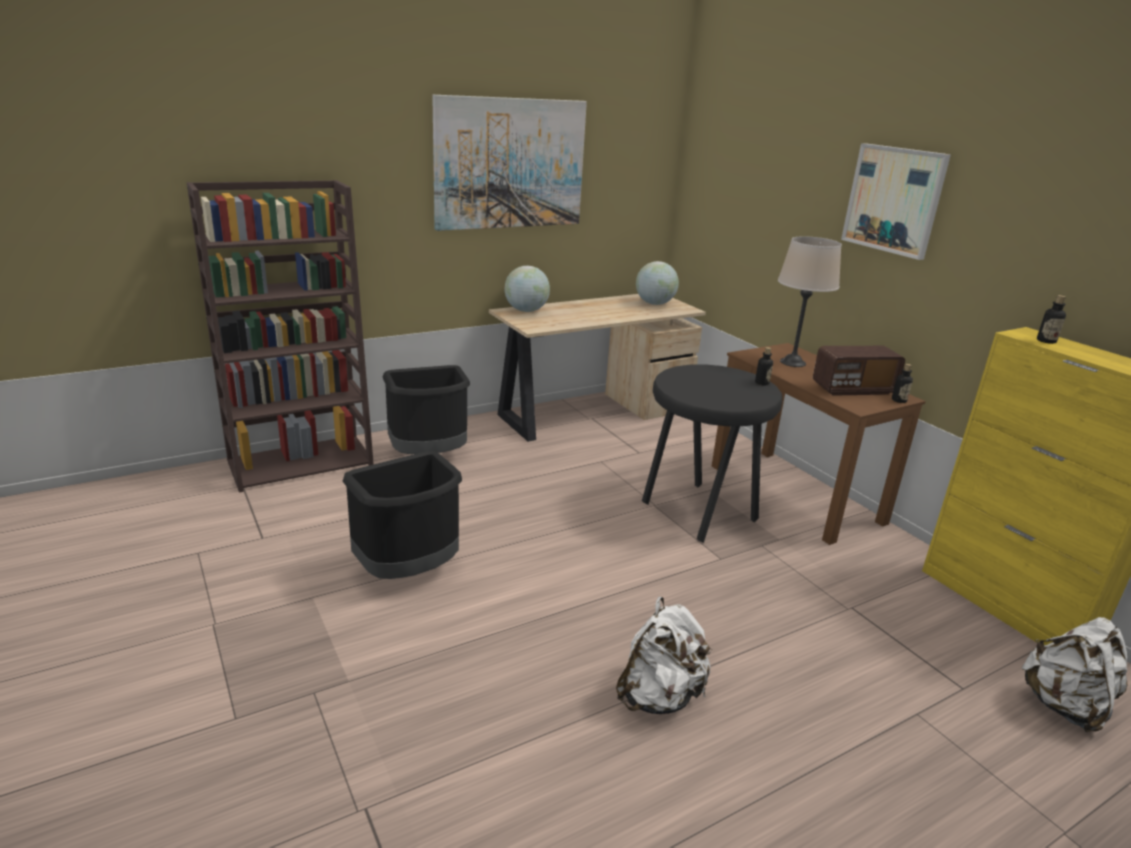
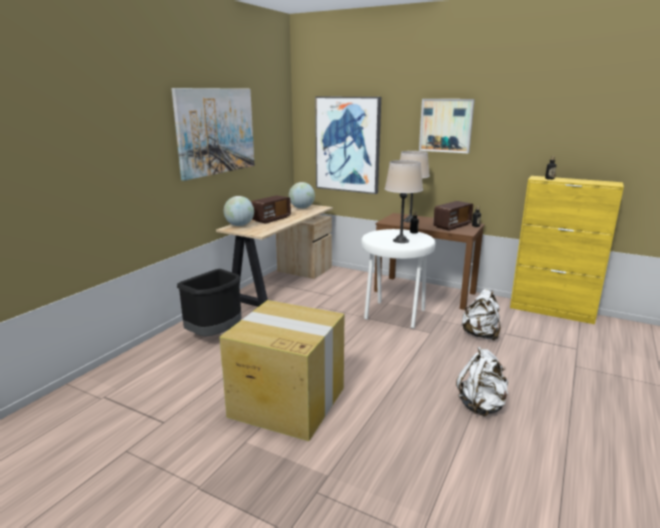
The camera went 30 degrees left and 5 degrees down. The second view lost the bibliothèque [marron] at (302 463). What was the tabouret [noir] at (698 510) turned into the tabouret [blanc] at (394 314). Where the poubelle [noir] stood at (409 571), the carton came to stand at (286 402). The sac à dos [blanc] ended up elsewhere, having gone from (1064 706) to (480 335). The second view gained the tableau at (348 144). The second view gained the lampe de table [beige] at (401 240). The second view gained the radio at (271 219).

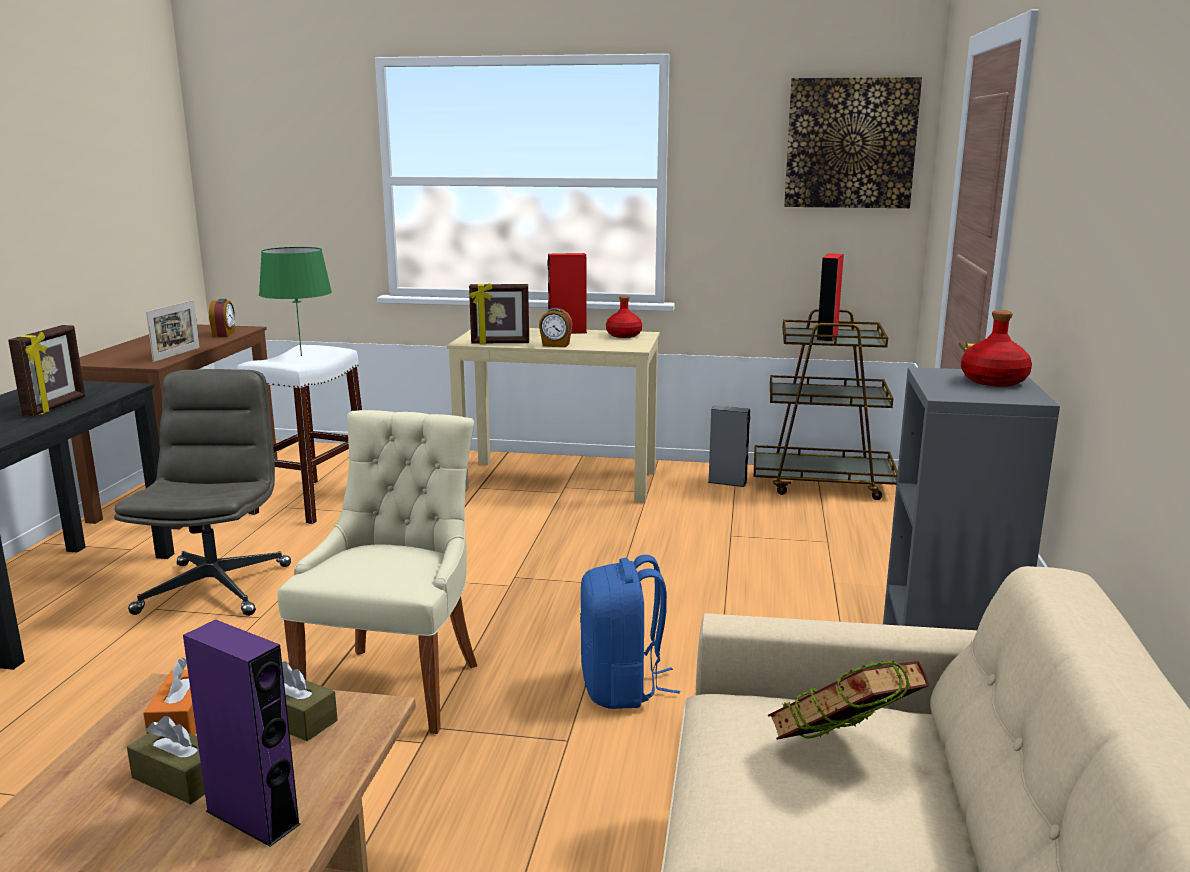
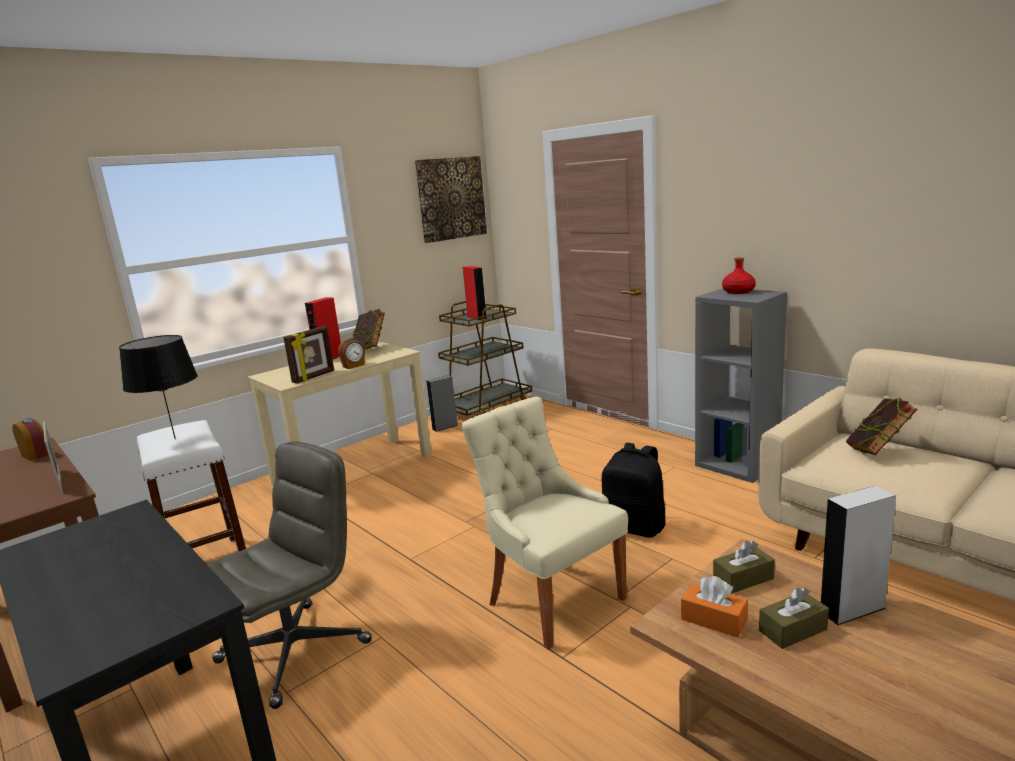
The camera went 50 degrees left and 0 degrees up. What was the lampe de table [vert] at (301 355) turned into the lampe de table [noir] at (174 439). Where the bouteille [rouge] stood at (624 335), the livre came to stand at (370 349). The second view lost the cadre photo at (56 407). The chaise de bureau [gris] at (215 588) ended up facing another way, 90 degrees clockwise from before. What was the sac à dos [bleu] at (622 688) turned into the sac à dos [noir] at (635 527). What was the enceinte [violet] at (253 817) turned into the enceinte [gris] at (852 609).

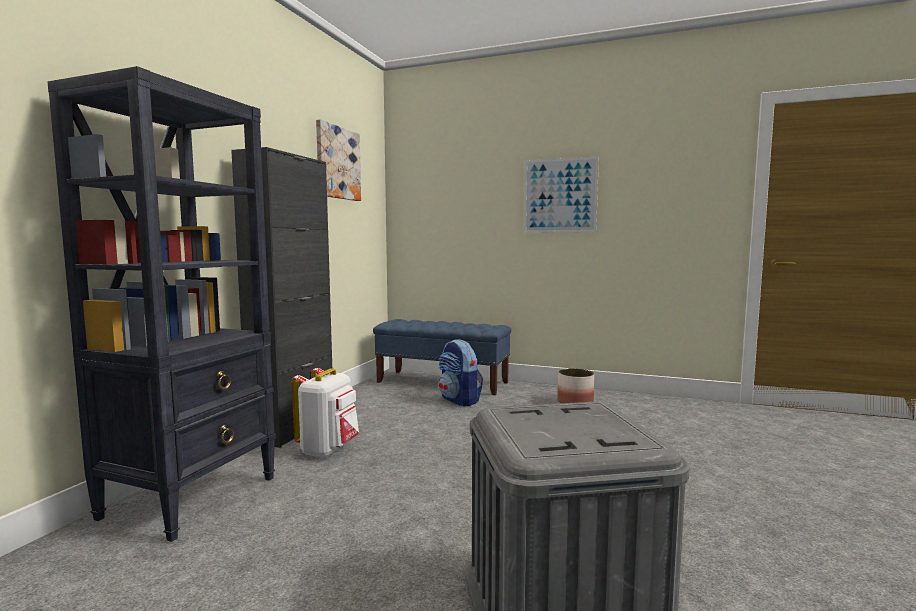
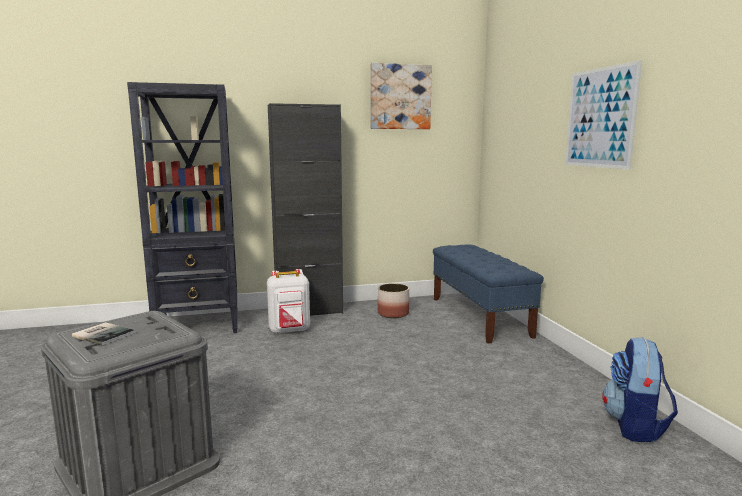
The camera went 55 degrees right and 5 degrees up. The sac à dos ended up elsewhere, having gone from (460 400) to (635 426). The cache-pot ended up elsewhere, having gone from (575 402) to (393 313). The second view gained the livre at (104 334).

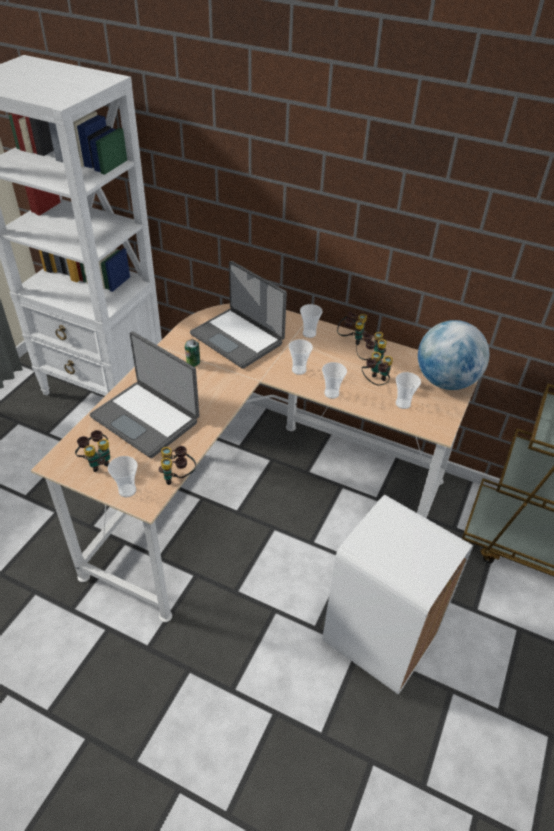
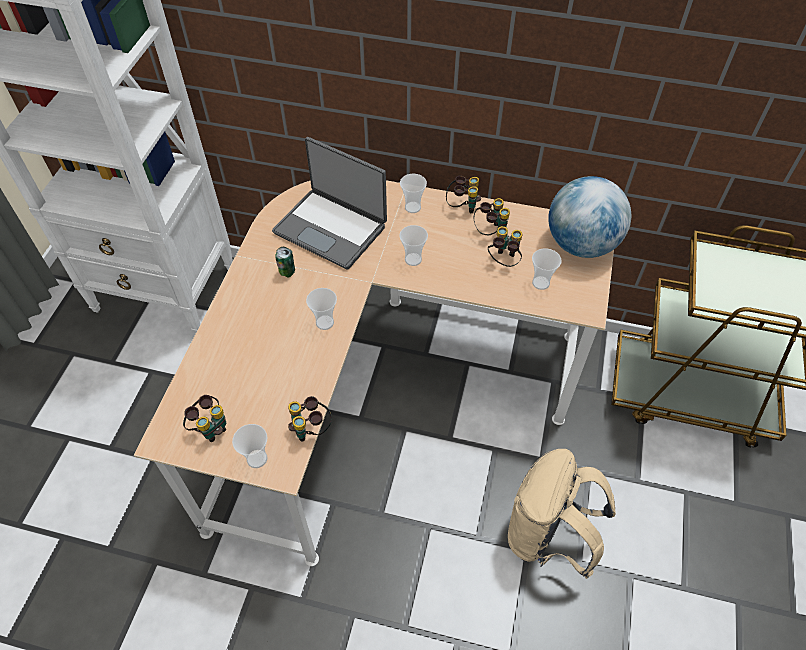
The camera went 10 degrees left and 10 degrees up. The second view lost the ordinateur portable at (146 418). The tasse ended up elsewhere, having gone from (331 393) to (324 322). Where the poubelle [blanc] stood at (379 640), the sac à dos [beige] came to stand at (547 536).

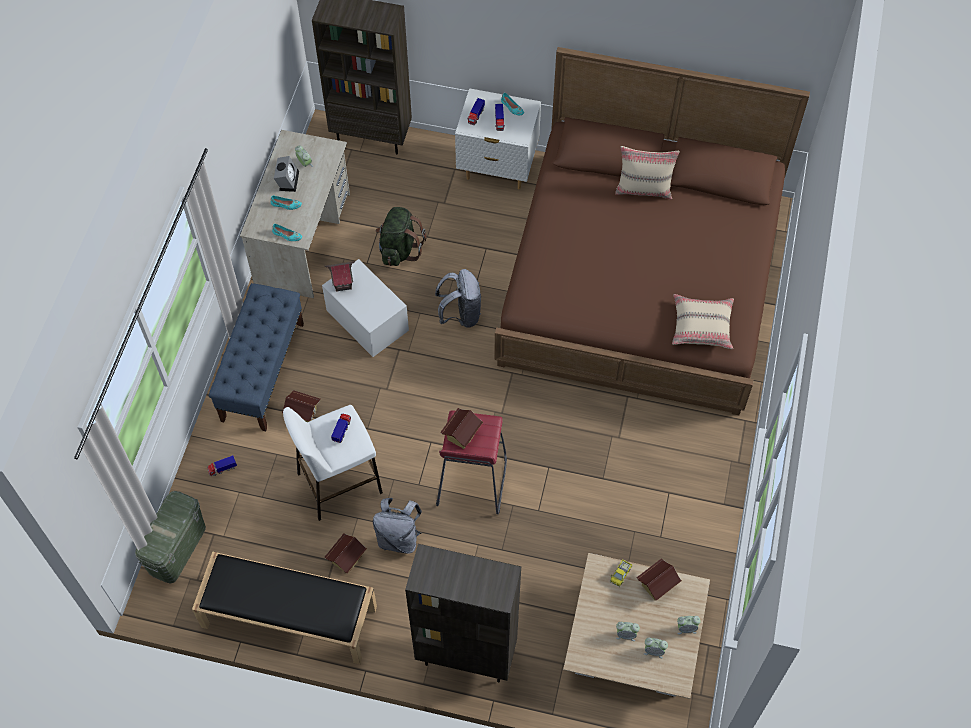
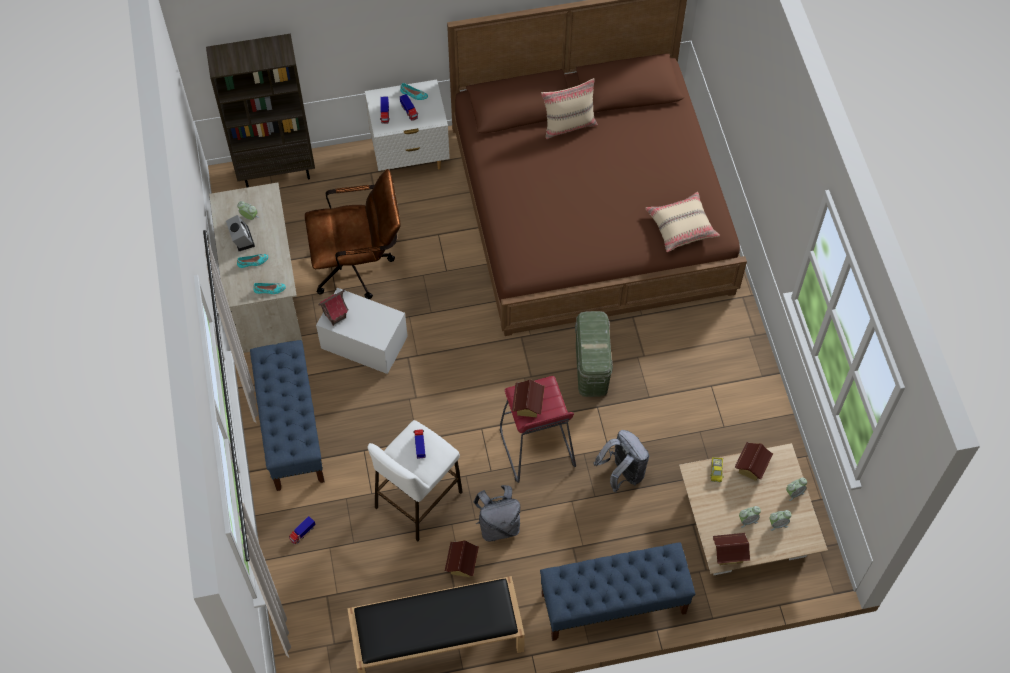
The camera went 25 degrees left and 0 degrees up. Where the sac à dos [vert] stood at (399 249), the chaise de bureau [marron] came to stand at (359 266). The sac à dos [gris] ended up elsewhere, having gone from (461 315) to (622 473). The maison miniature ended up elsewhere, having gone from (303 413) to (729 554). The boîte de rangement [vert] ended up elsewhere, having gone from (177 549) to (591 367). Where the bibliothèque [marron] stood at (465 657), the banc [bleu] came to stand at (613 603).

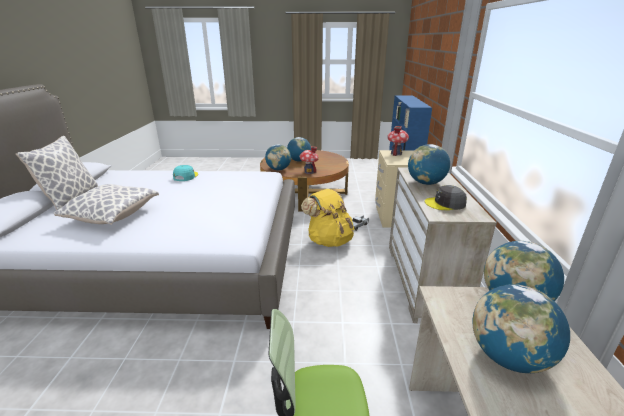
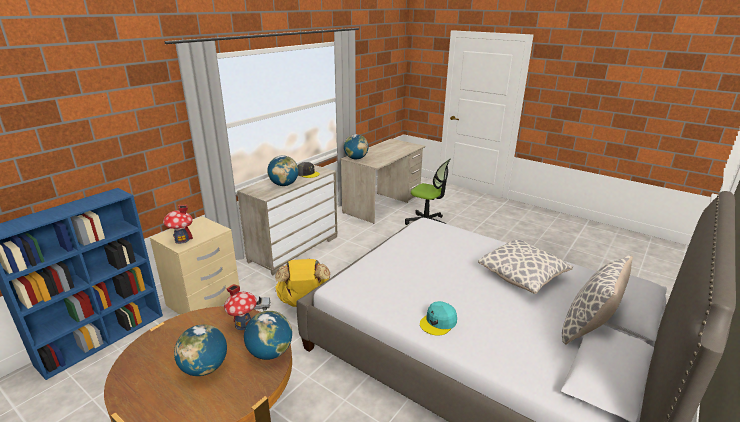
The camera went 145 degrees left and 0 degrees up. The second view lost the globe at (508 357).

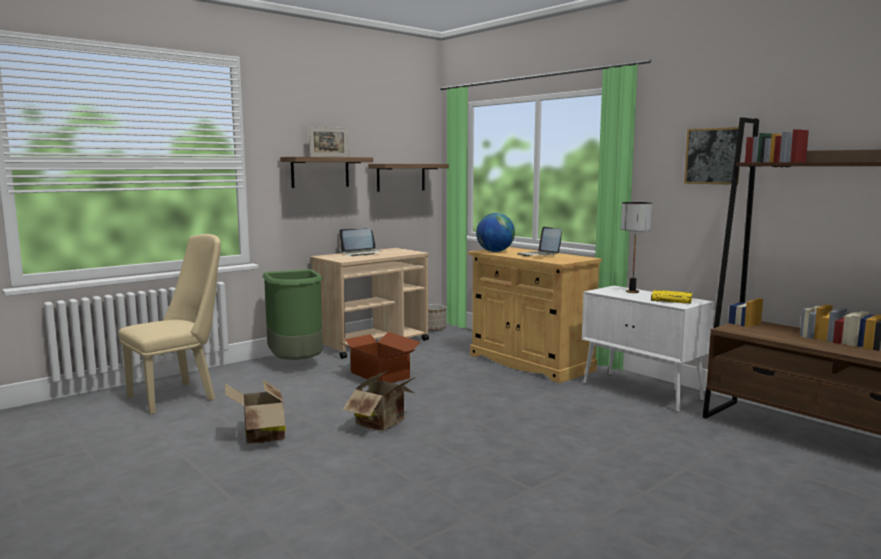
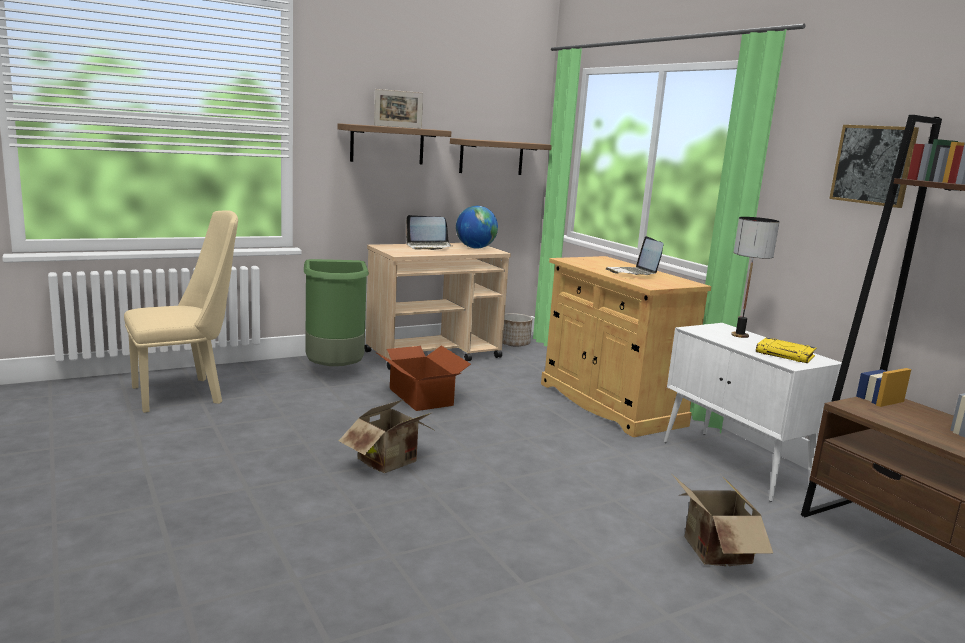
The camera went 10 degrees right and 5 degrees up. The globe ended up elsewhere, having gone from (495 252) to (475 248). The carton ended up elsewhere, having gone from (260 437) to (712 553).

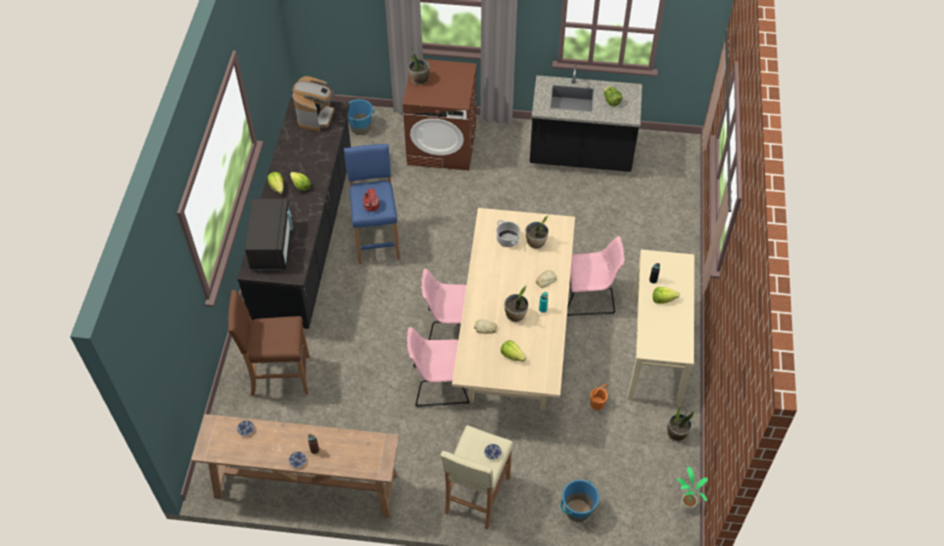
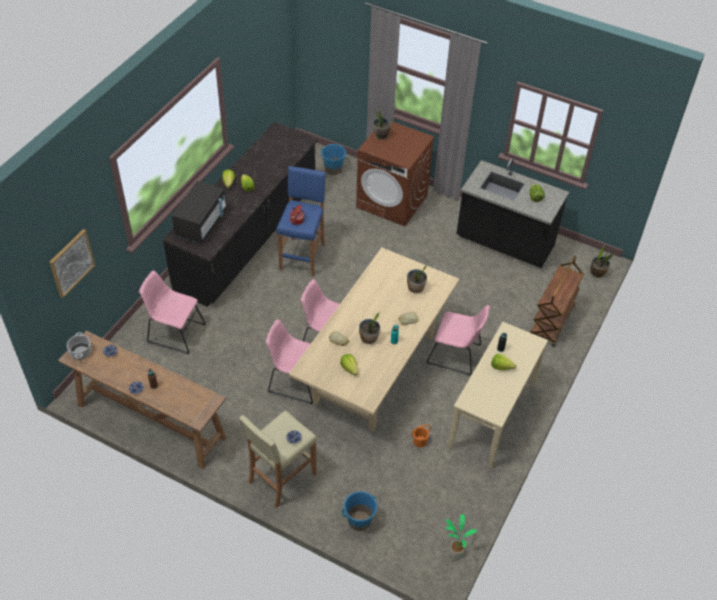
The camera went 20 degrees right and 5 degrees down. The second view lost the machine à café at (316 116). The marmite ended up elsewhere, having gone from (508 239) to (81 352). Where the tabouret [marron] stood at (279 376), the chaise [rose] came to stand at (174 332). The plante en pot ended up elsewhere, having gone from (676 433) to (597 273). The second view gained the tableau at (71 263). The second view gained the chariot [marron] at (552 322).

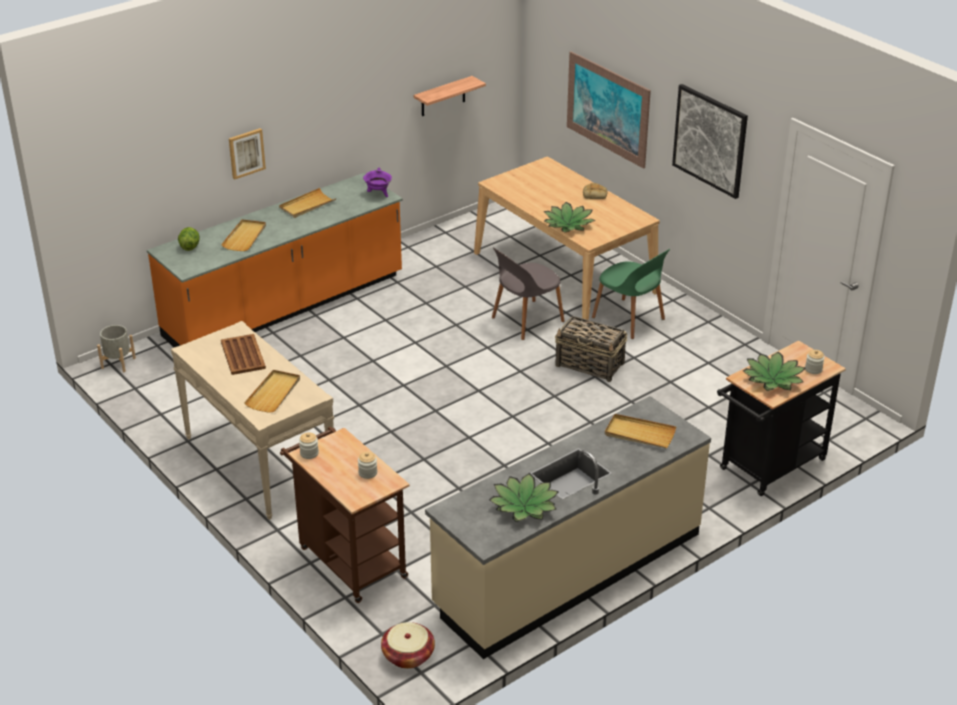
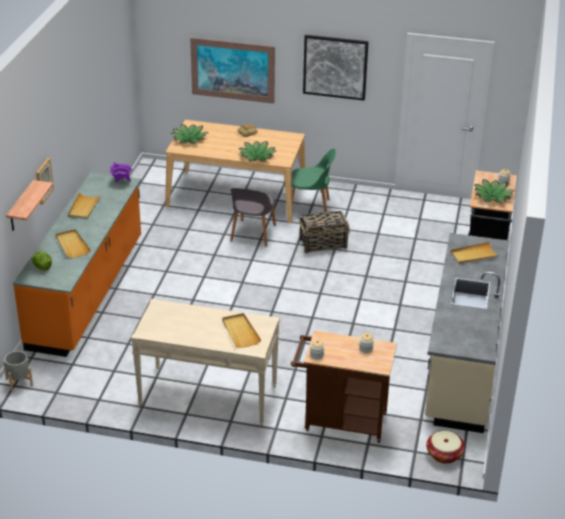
The camera went 40 degrees left and 0 degrees up. The étagère ended up elsewhere, having gone from (443 97) to (21 207). The second view lost the plateau [marron] at (243 355). The plante en pot ended up elsewhere, having gone from (524 506) to (189 138).

